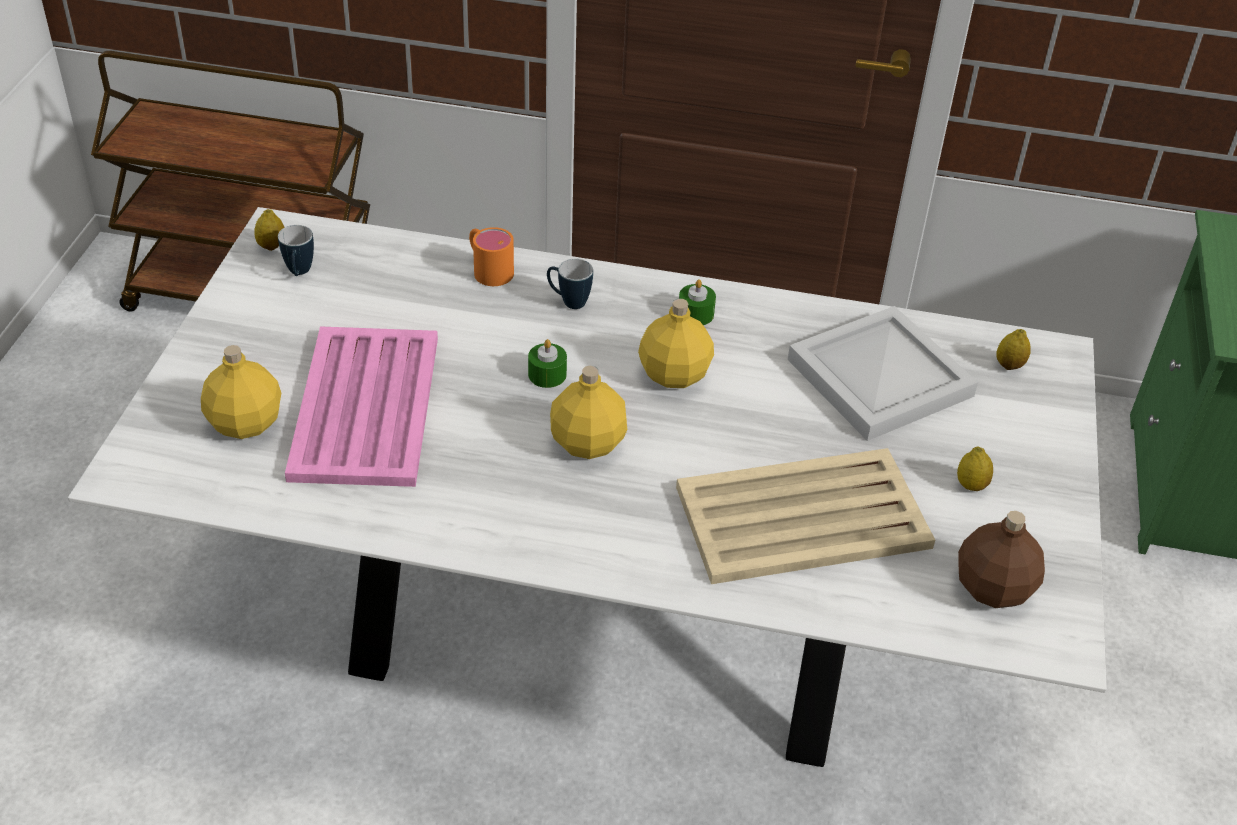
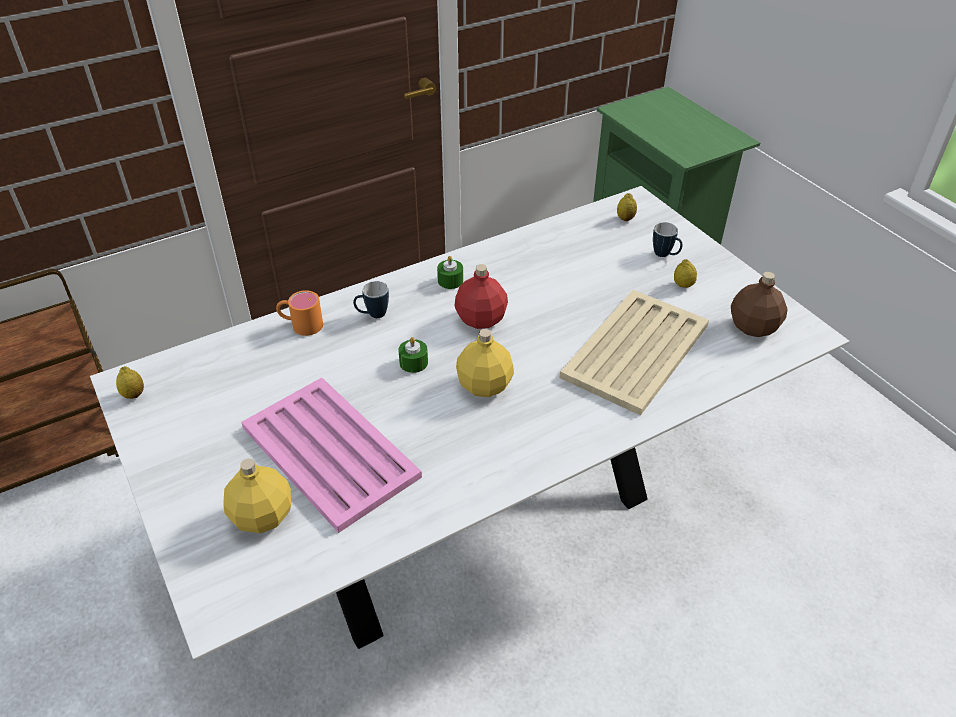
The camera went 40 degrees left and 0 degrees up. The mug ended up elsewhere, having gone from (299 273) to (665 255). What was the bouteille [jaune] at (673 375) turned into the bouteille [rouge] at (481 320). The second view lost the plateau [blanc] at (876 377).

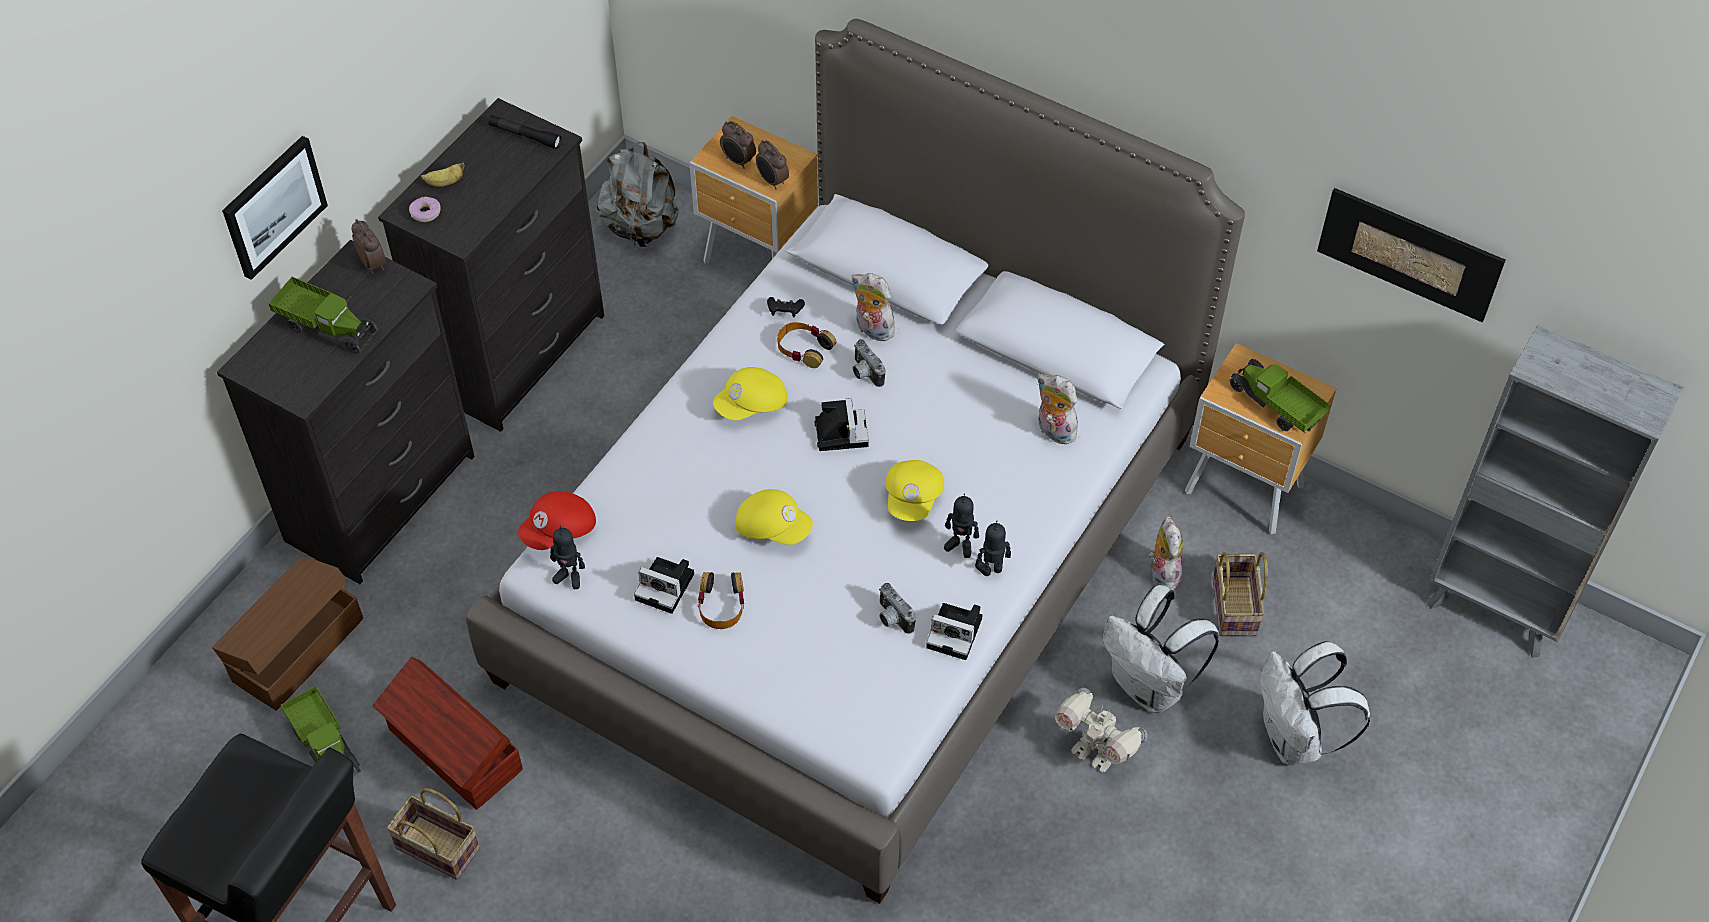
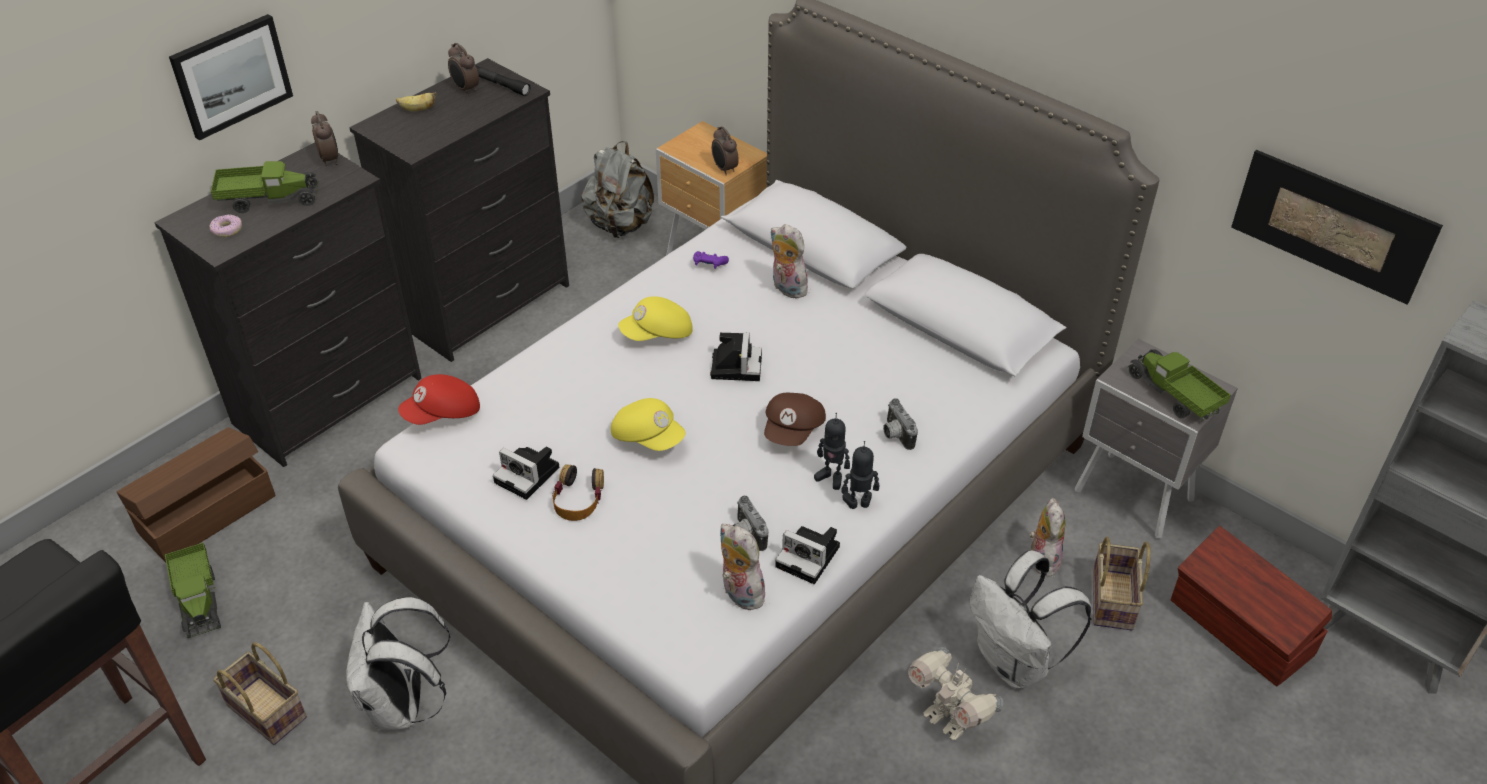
The camera went 10 degrees right and 10 degrees down. The réveil ended up elsewhere, having gone from (738 161) to (465 89). The beignet ended up elsewhere, having gone from (425 213) to (227 230). The camion jouet at (327 326) ended up facing another way, 45 degrees counterclockwise from before. What was the manette [noir] at (785 311) turned into the manette [violet] at (709 265). The second view lost the casque audio at (804 348). The appareil photo ended up elsewhere, having gone from (864 373) to (895 435). What was the table de chevet [marron] at (1245 492) turned into the table de chevet [gris] at (1134 498). The peluche ended up elsewhere, having gone from (1053 431) to (739 593). What was the casquette [jaune] at (914 498) turned into the casquette [marron] at (794 430). The second view lost the robot jouet at (569 577). The sac à dos [blanc] ended up elsewhere, having gone from (1295 739) to (403 706). The boîte de rangement [marron] ended up elsewhere, having gone from (454 752) to (1240 629).

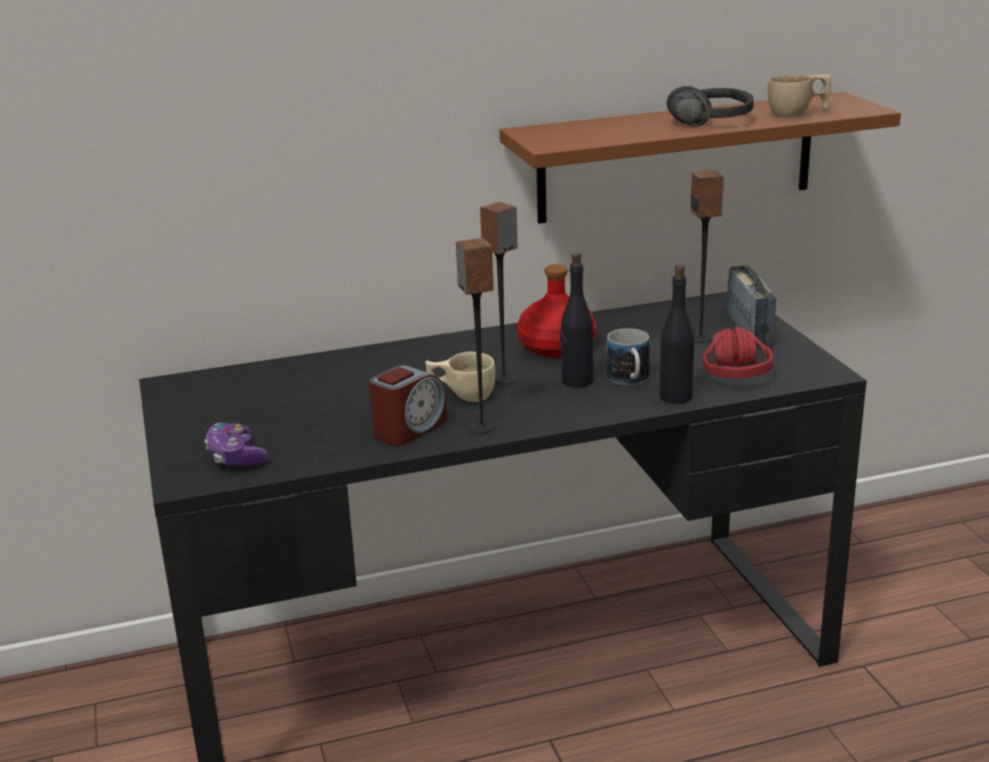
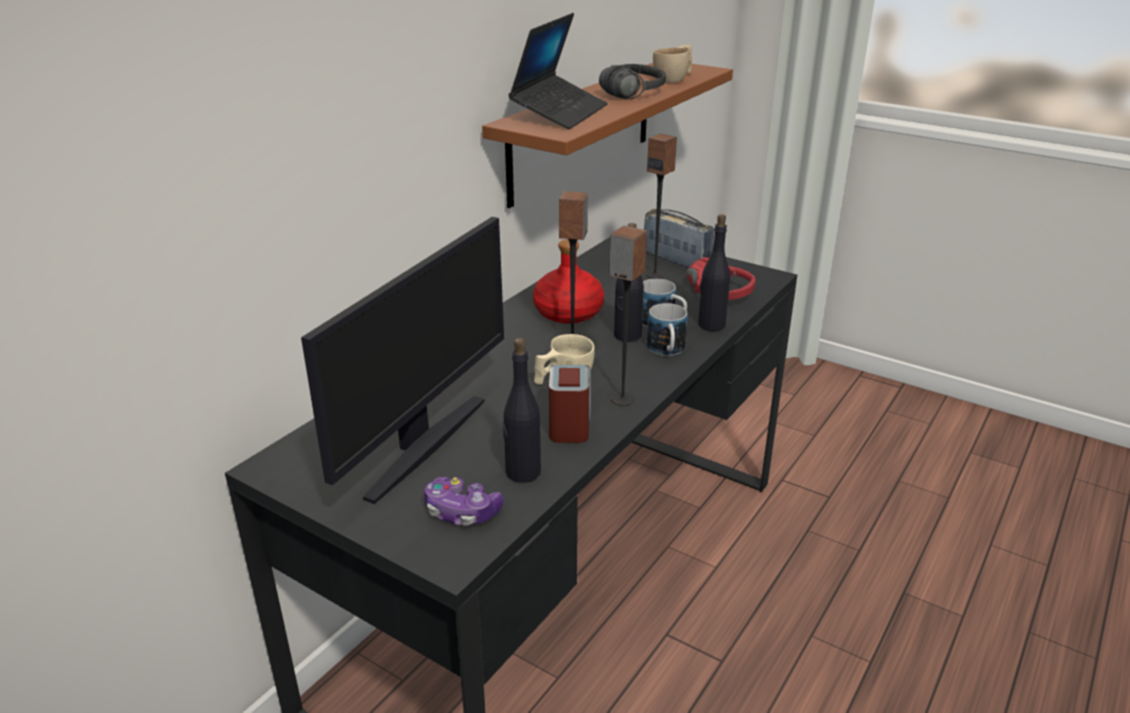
The camera went 40 degrees left and 5 degrees up. The second view gained the ordinateur portable at (560 113). The second view gained the écran d'ordinateur at (423 445). The second view gained the mug at (667 351). The second view gained the bouteille [noir] at (522 472).

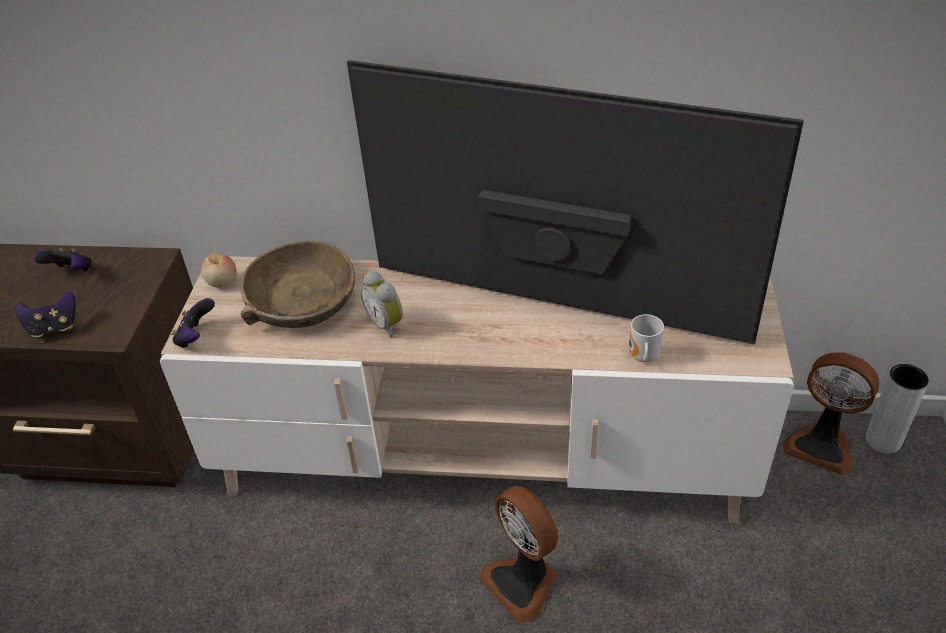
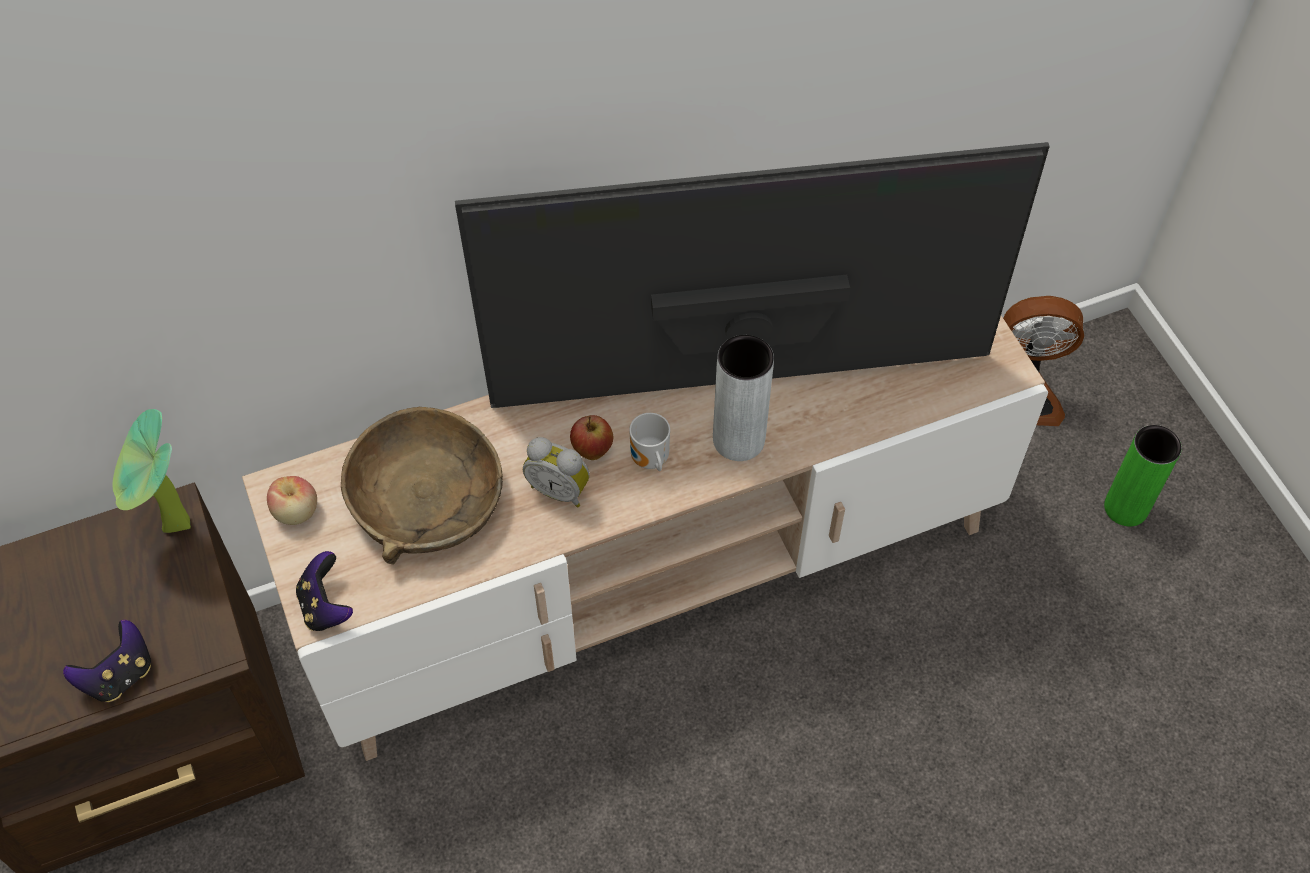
The camera went 30 degrees left and 15 degrees up. The second view lost the manette at (71 273). The mug ended up elsewhere, having gone from (642 357) to (649 461). The vase [gris] ended up elsewhere, having gone from (883 440) to (738 439). The second view lost the ventilateur at (523 582). The second view gained the plante en pot at (174 530). The second view gained the pomme at (592 450). The second view gained the vase [vert] at (1126 508).

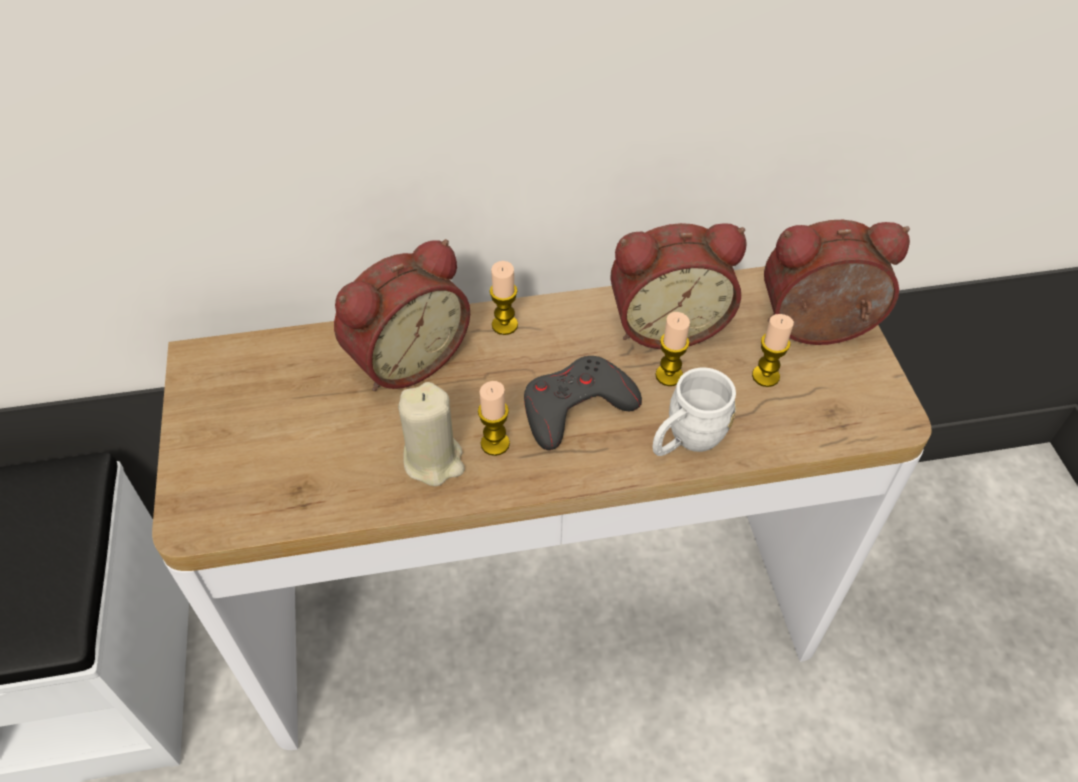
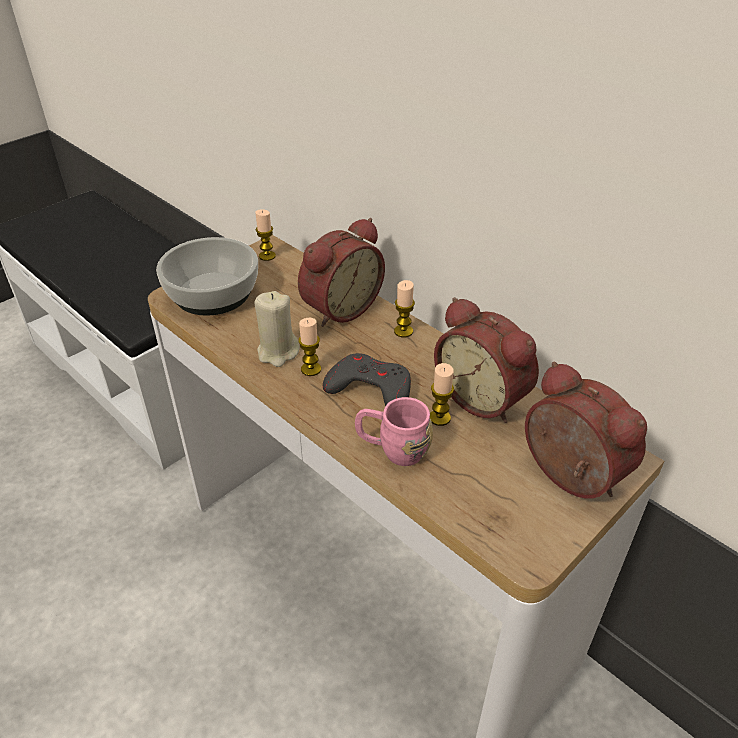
The camera went 55 degrees right and 10 degrees down. The réveil at (405 357) ended up facing another way, 60 degrees counterclockwise from before. The bougie ended up elsewhere, having gone from (765 376) to (267 256). What was the mug [blanc] at (686 440) turned into the mug [rose] at (393 449). The second view gained the bol at (214 293).

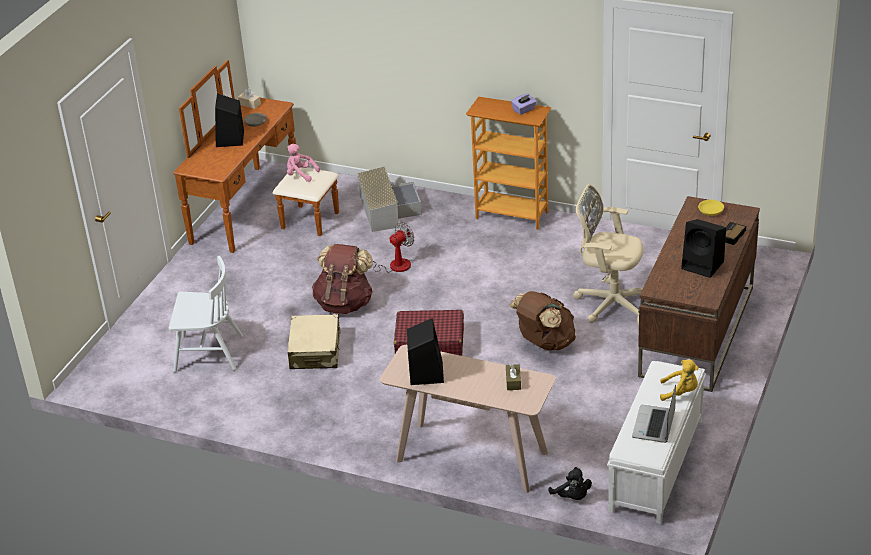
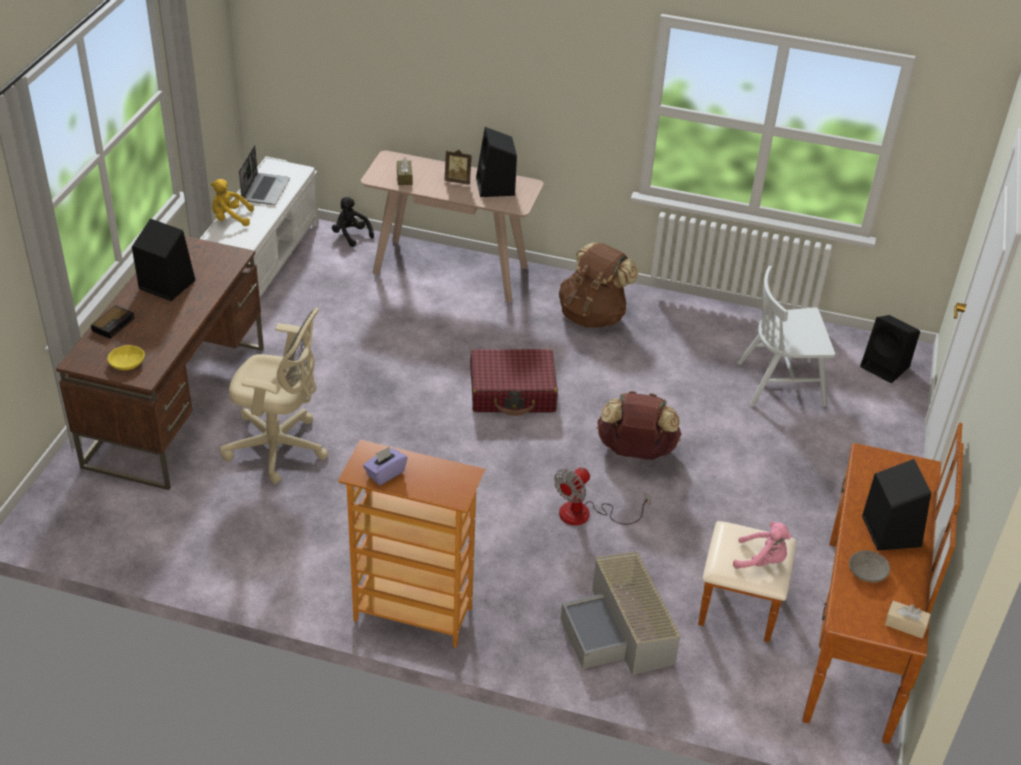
The camera went 170 degrees right and 5 degrees up. The sac à dos [marron] ended up elsewhere, having gone from (544 343) to (593 315). The second view lost the valise [beige] at (315 351). The second view gained the cadre photo at (458 180). The second view gained the enceinte [noir] at (886 367).

